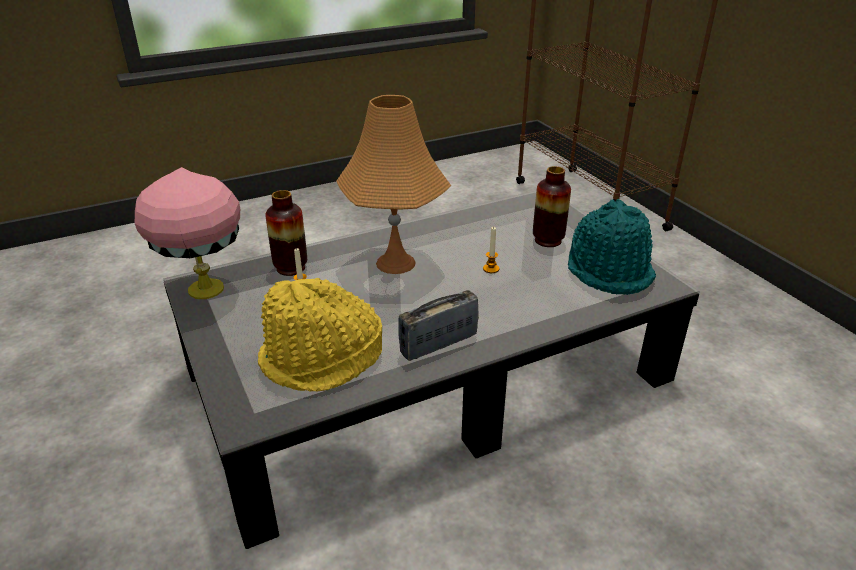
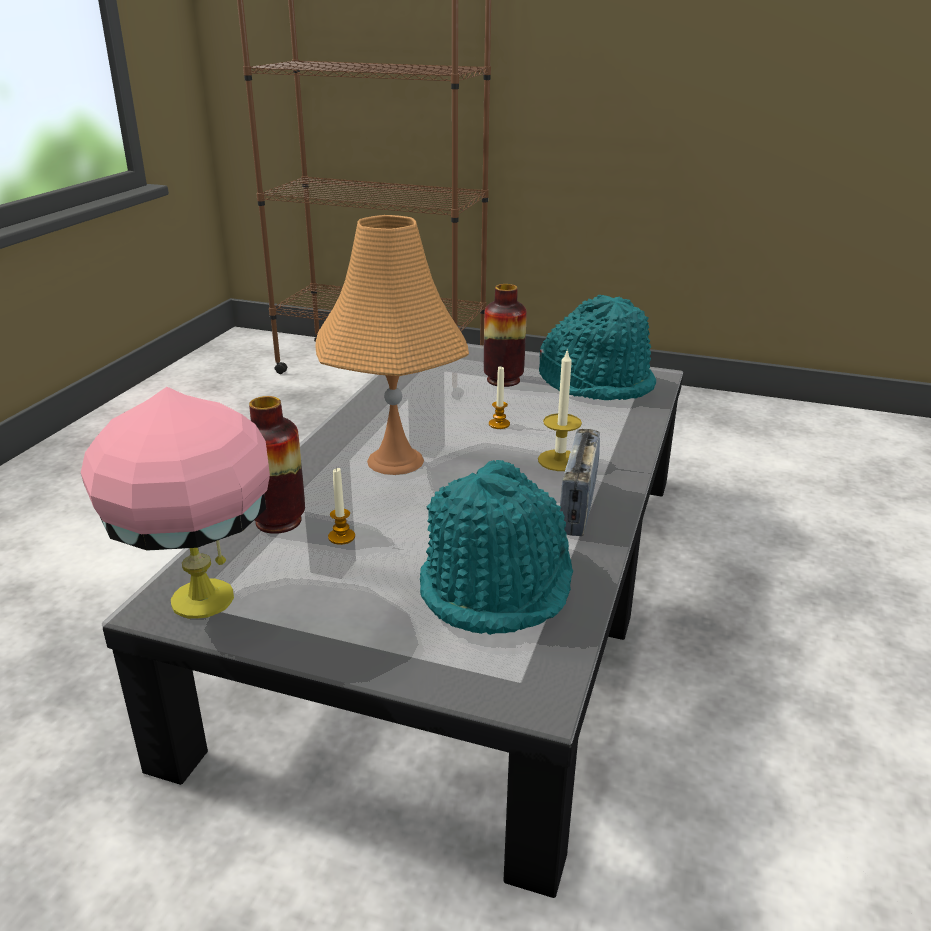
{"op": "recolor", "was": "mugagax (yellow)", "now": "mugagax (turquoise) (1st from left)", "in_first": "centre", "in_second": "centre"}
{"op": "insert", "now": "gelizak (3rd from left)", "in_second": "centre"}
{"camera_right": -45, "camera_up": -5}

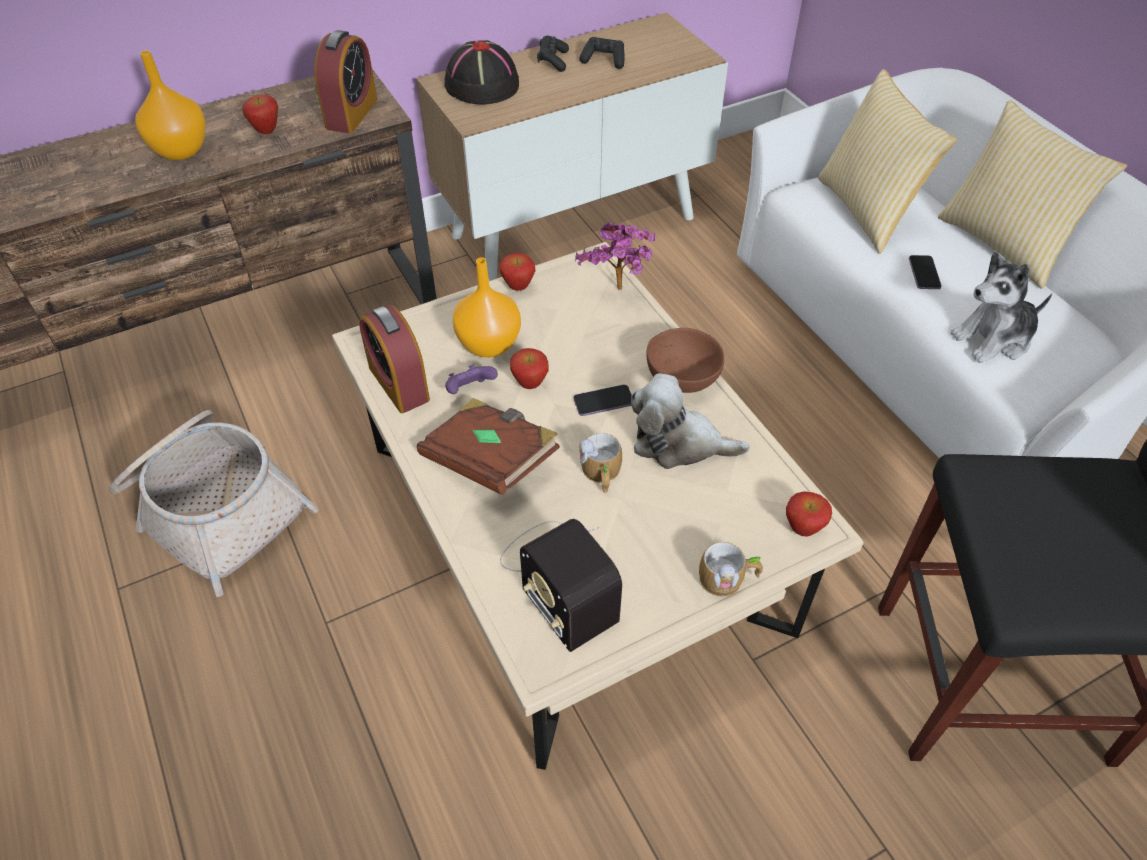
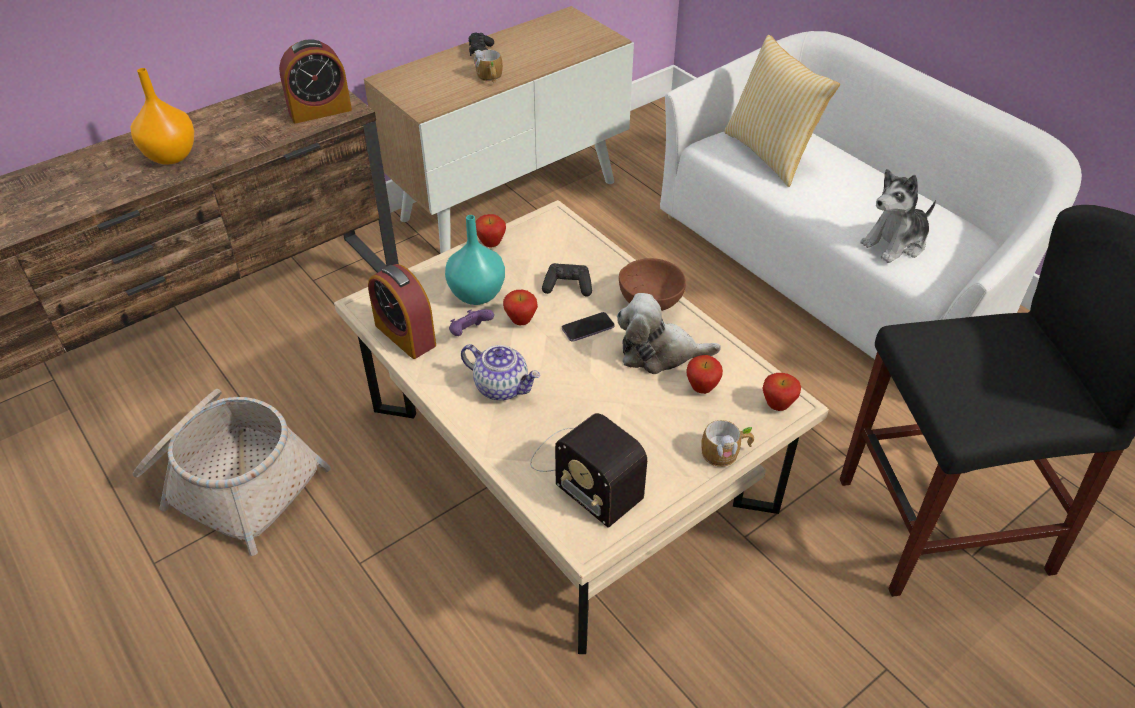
{"op": "rotate", "was": "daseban (1st from left)", "in_first": "top left", "in_second": "top left", "clockwise": 60}
{"op": "recolor", "was": "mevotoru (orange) (2nd from left)", "now": "mevotoru (turquoise)", "in_first": "centre", "in_second": "centre"}
{"op": "replace", "was": "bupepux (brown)", "now": "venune", "in_first": "centre", "in_second": "centre"}
{"op": "move", "was": "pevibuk (1st from left)", "in_first": "centre", "in_second": "top centre"}
{"op": "move", "was": "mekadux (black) (2nd from left)", "in_first": "top centre", "in_second": "centre"}
{"op": "move", "was": "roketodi (1st from left in the first image)", "now": "roketodi (3rd from left)", "in_first": "top left", "in_second": "centre"}
{"op": "delete", "was": "mugagax (black)", "in_first": "top centre"}
{"op": "delete", "was": "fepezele", "in_first": "top centre"}
{"op": "delete", "was": "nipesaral (2nd from left)", "in_first": "top right"}
{"op": "delete", "was": "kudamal (2nd from left)", "in_first": "top right"}
{"camera_right": -10, "camera_up": -5}

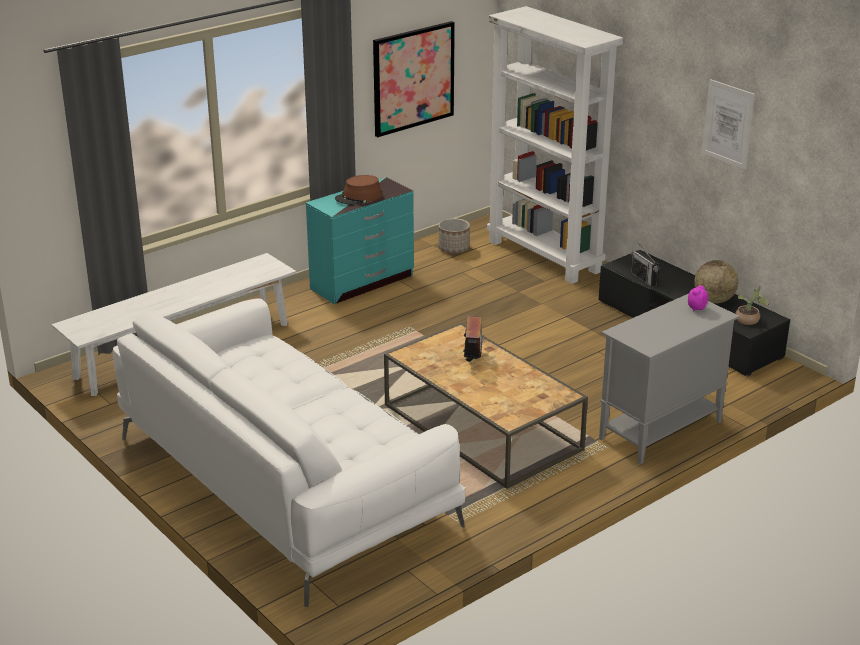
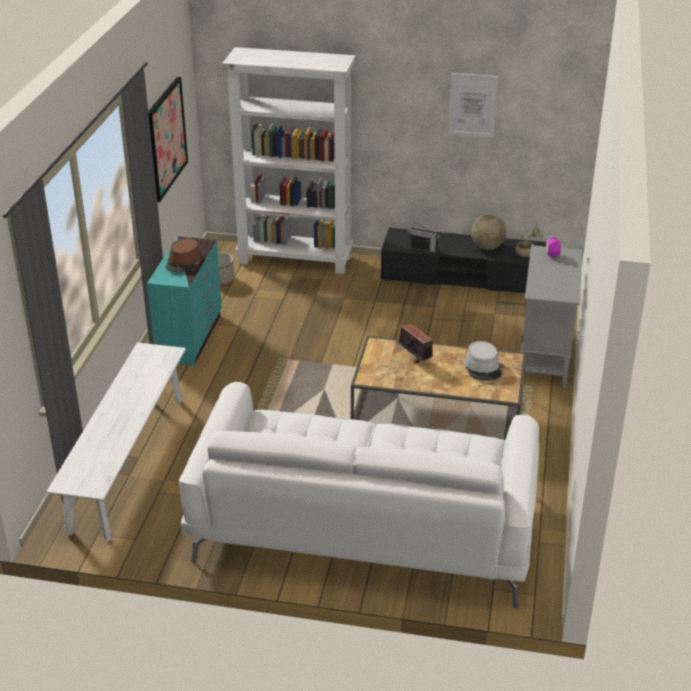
{"op": "insert", "now": "mugagax (grey)", "in_second": "middle right"}
{"camera_right": -40, "camera_up": 5}

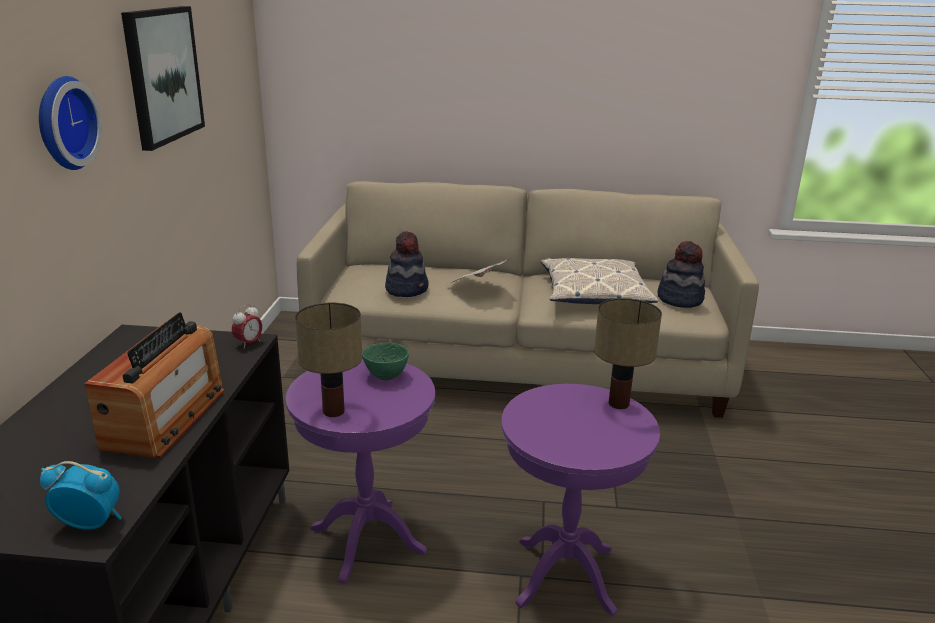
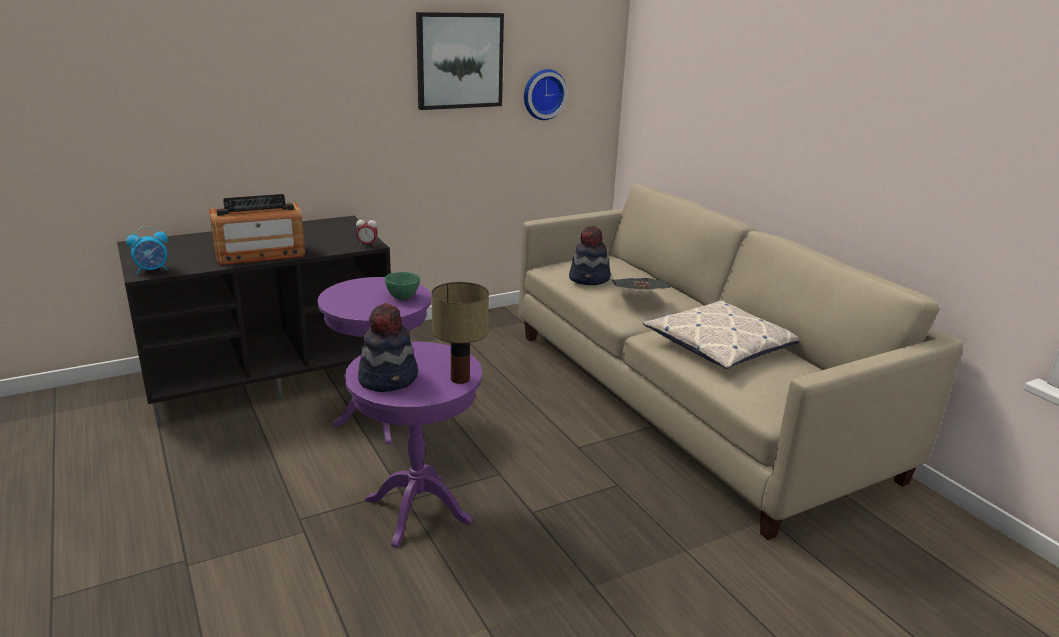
{"op": "rotate", "was": "daseban (1st from left)", "in_first": "bottom left", "in_second": "middle left", "clockwise": 90}
{"op": "move", "was": "mugagax (2nd from left in the first image)", "now": "mugagax (1st from left)", "in_first": "middle right", "in_second": "centre"}
{"op": "move", "was": "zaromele", "in_first": "top left", "in_second": "top centre"}
{"op": "delete", "was": "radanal (1st from left)", "in_first": "centre"}
{"camera_right": 55, "camera_up": 0}

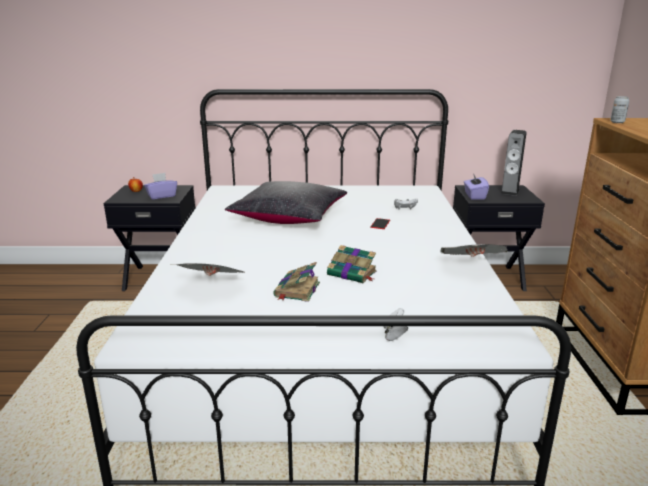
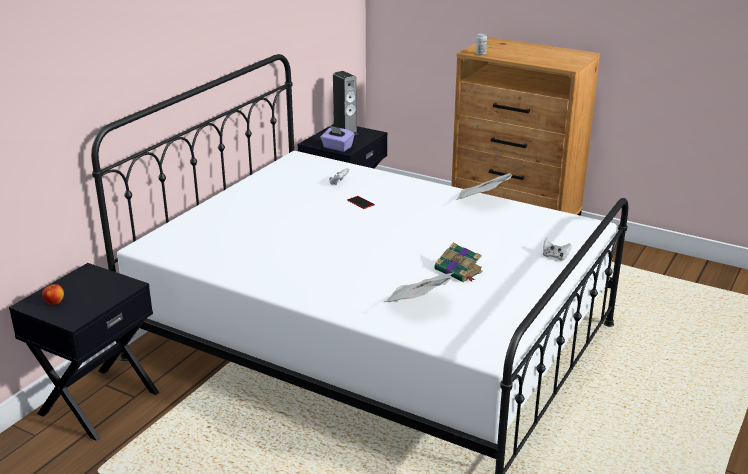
{"op": "delete", "was": "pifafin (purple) (1st from left)", "in_first": "middle left"}
{"op": "delete", "was": "kudamal (black)", "in_first": "centre"}
{"op": "delete", "was": "bupepux (2nd from left)", "in_first": "centre"}
{"camera_right": -60, "camera_up": 5}

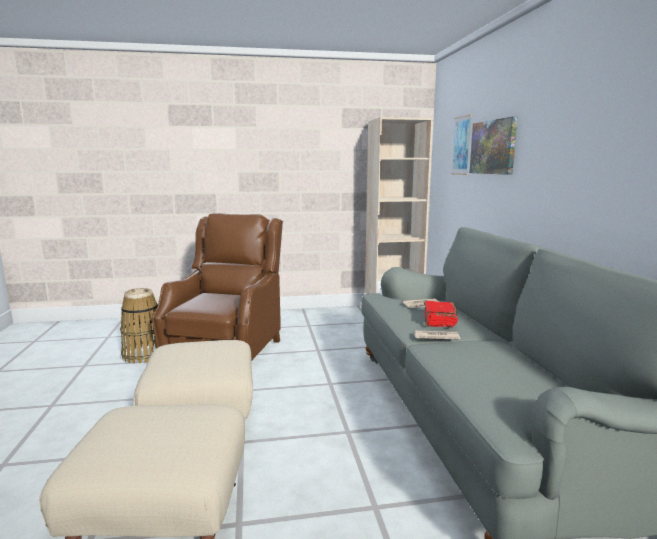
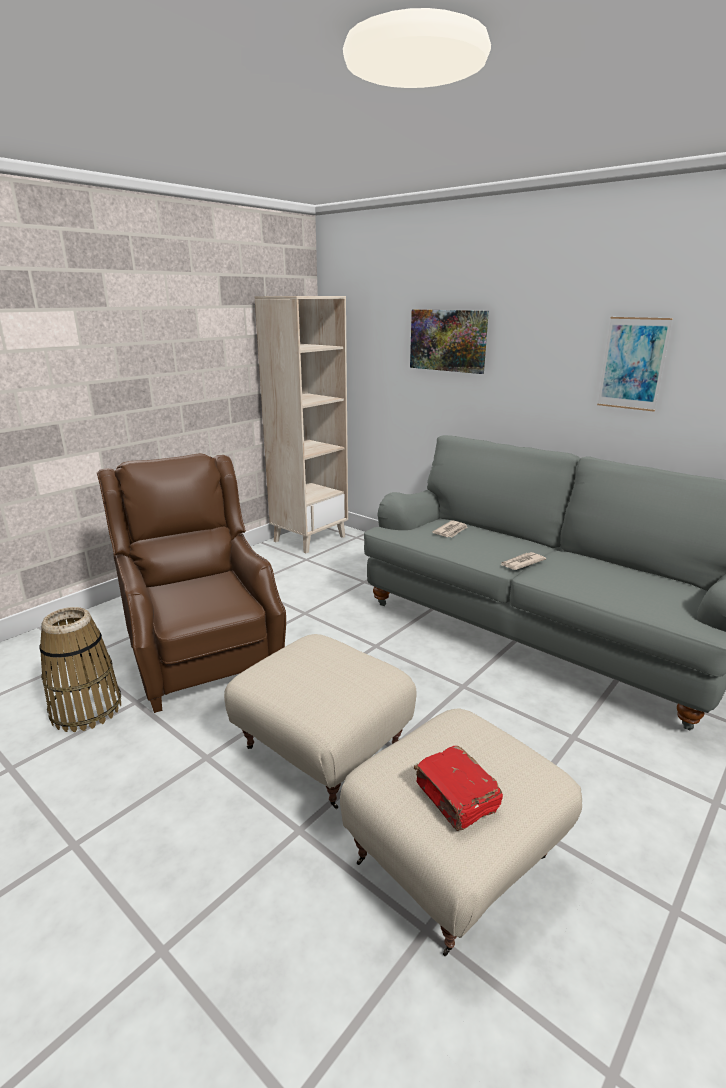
{"op": "move", "was": "bupepux (red)", "in_first": "middle right", "in_second": "bottom centre"}
{"op": "move", "was": "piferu (1st from left in the first image)", "now": "piferu (2nd from left)", "in_first": "top right", "in_second": "middle right"}
{"camera_right": -40, "camera_up": 10}

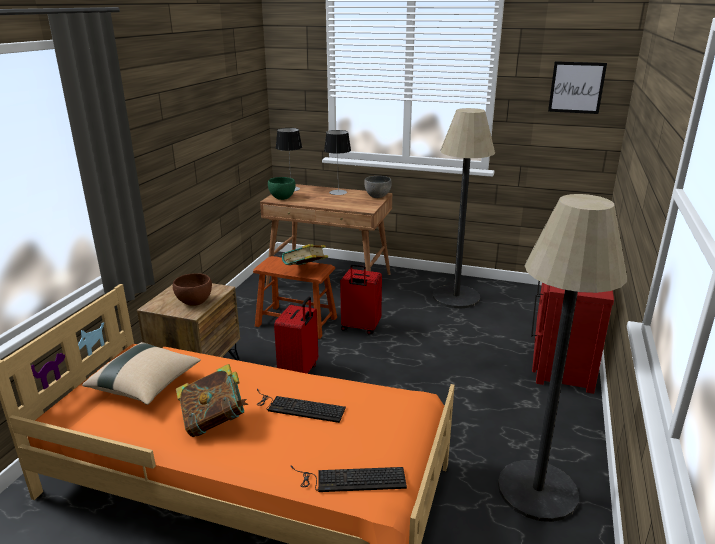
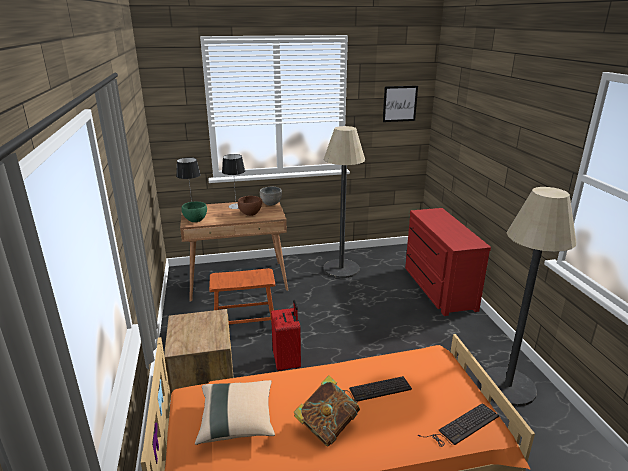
{"op": "move", "was": "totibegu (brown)", "in_first": "middle left", "in_second": "centre"}
{"op": "delete", "was": "bupepux (2nd from left)", "in_first": "centre"}
{"op": "delete", "was": "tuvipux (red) (2nd from left)", "in_first": "centre"}
{"camera_right": -30, "camera_up": 0}

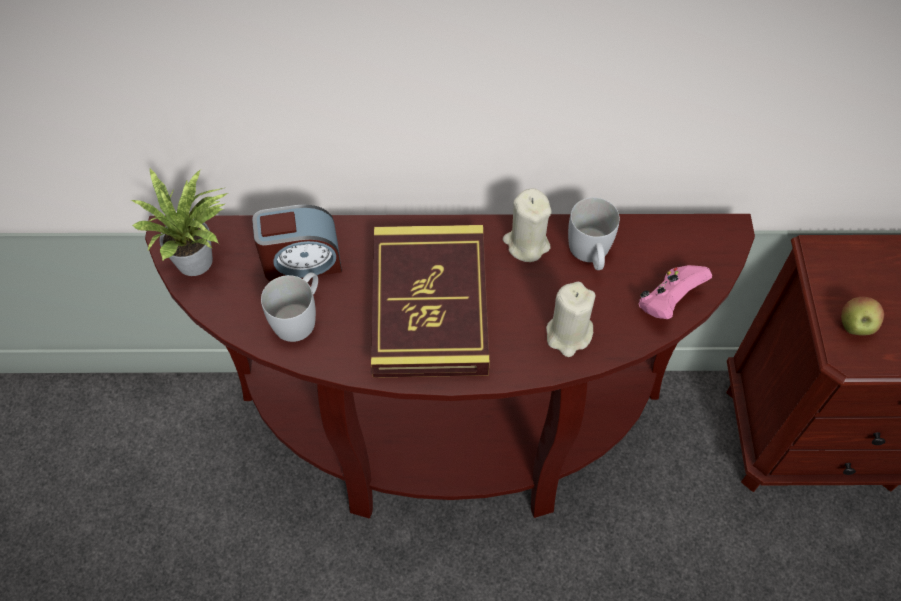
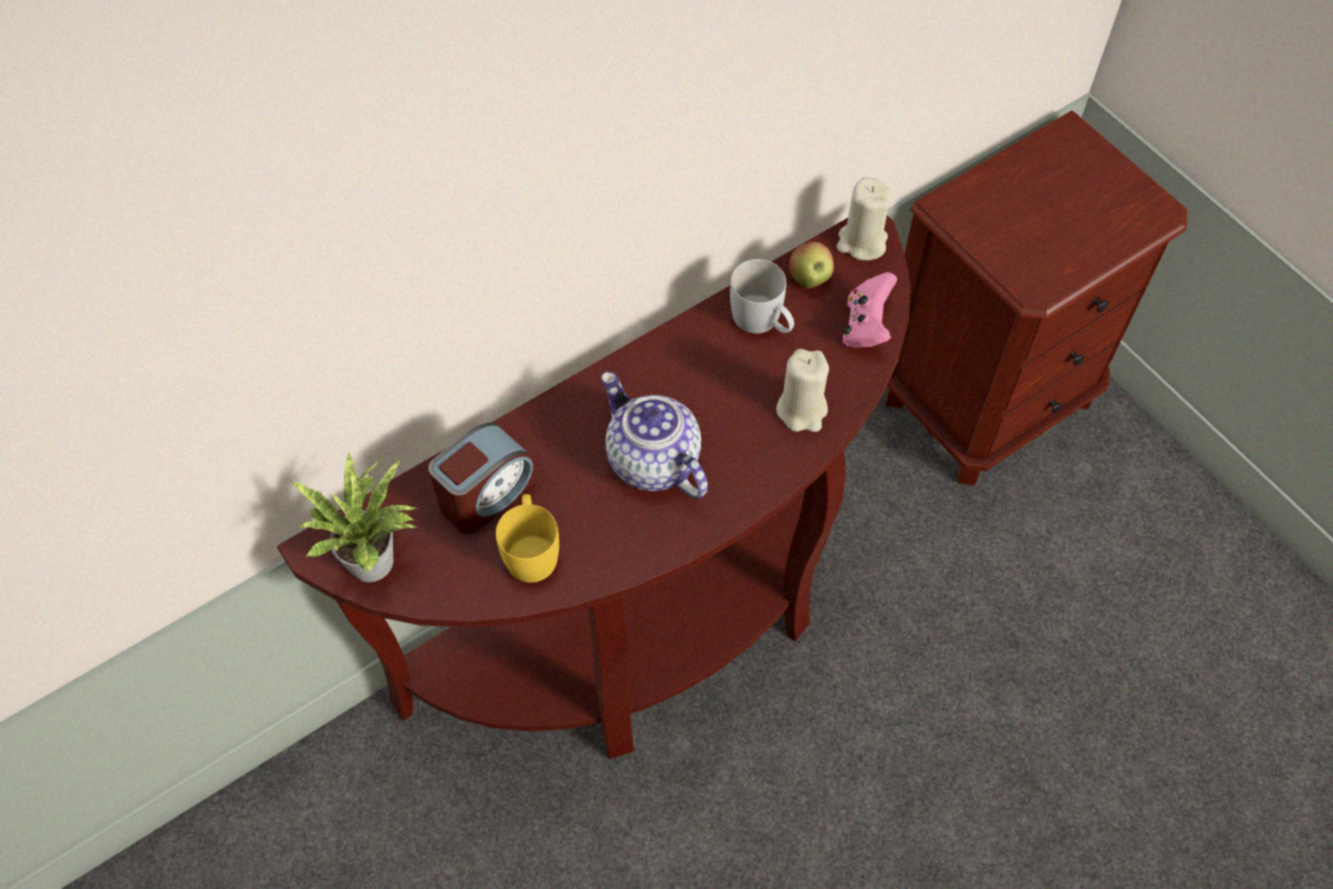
{"op": "recolor", "was": "pevibuk (white) (1st from left)", "now": "pevibuk (yellow)", "in_first": "middle left", "in_second": "centre"}
{"op": "replace", "was": "bupepux", "now": "venune", "in_first": "centre", "in_second": "centre"}
{"op": "move", "was": "roketodi", "in_first": "middle right", "in_second": "top centre"}
{"op": "move", "was": "gelizak (beige) (1st from left in the first image)", "now": "gelizak (beige) (2nd from left)", "in_first": "centre", "in_second": "top centre"}
{"camera_right": -35, "camera_up": 0}

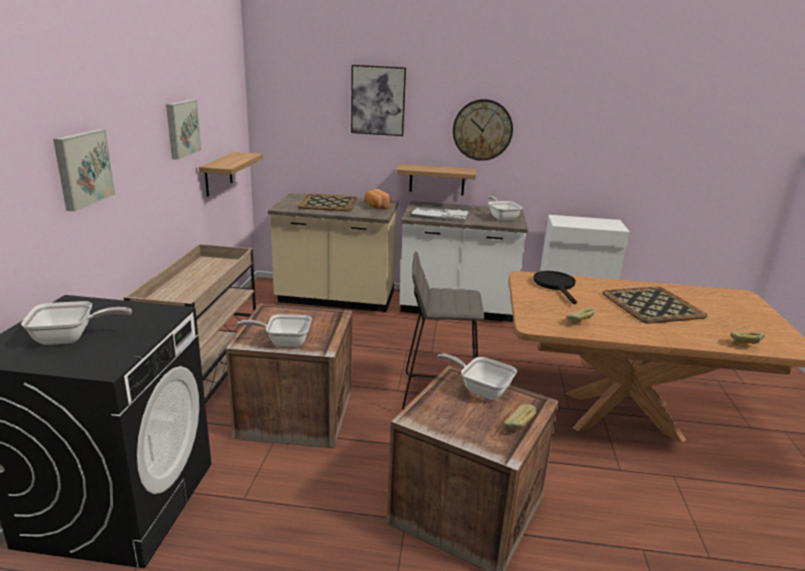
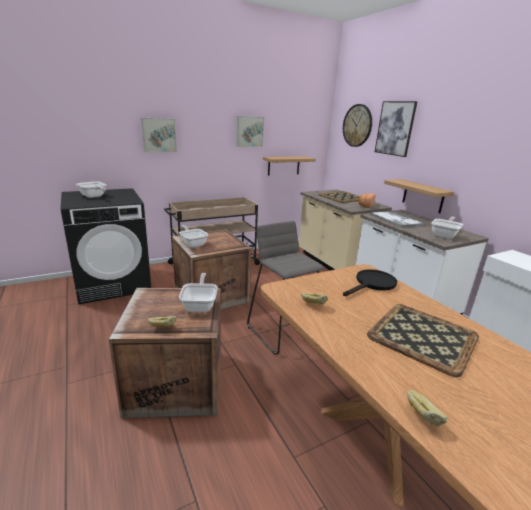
{"op": "move", "was": "zaromele", "in_first": "top centre", "in_second": "top right"}
{"camera_right": 55, "camera_up": 0}

